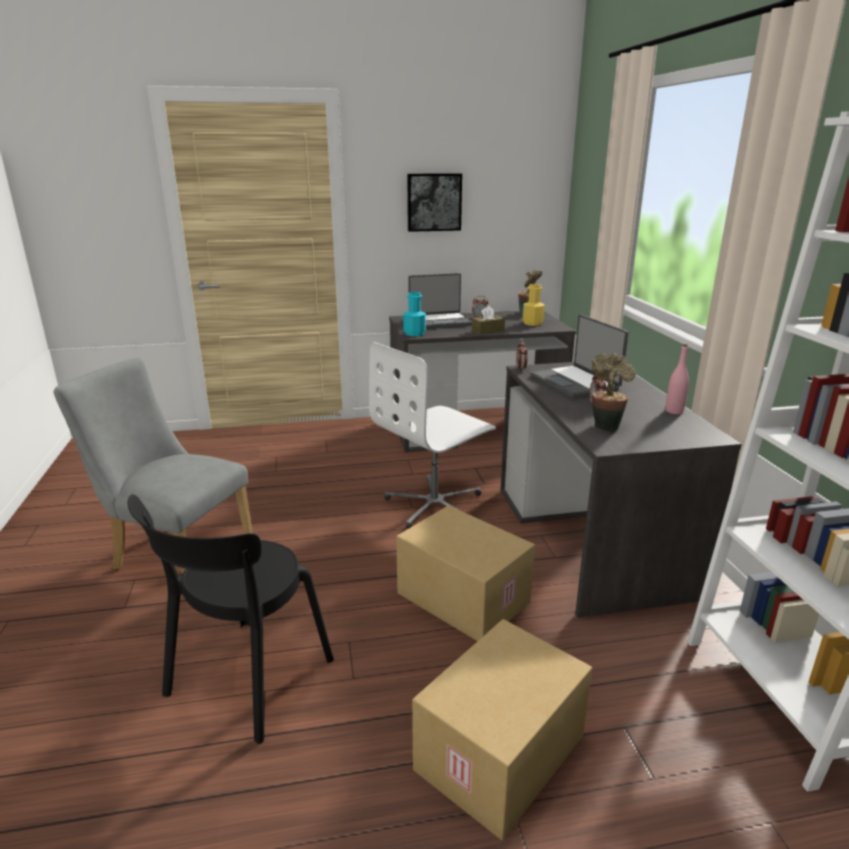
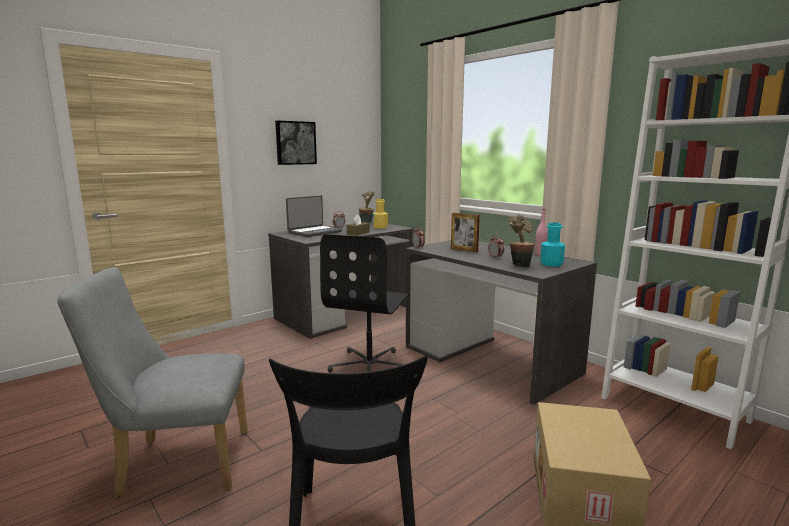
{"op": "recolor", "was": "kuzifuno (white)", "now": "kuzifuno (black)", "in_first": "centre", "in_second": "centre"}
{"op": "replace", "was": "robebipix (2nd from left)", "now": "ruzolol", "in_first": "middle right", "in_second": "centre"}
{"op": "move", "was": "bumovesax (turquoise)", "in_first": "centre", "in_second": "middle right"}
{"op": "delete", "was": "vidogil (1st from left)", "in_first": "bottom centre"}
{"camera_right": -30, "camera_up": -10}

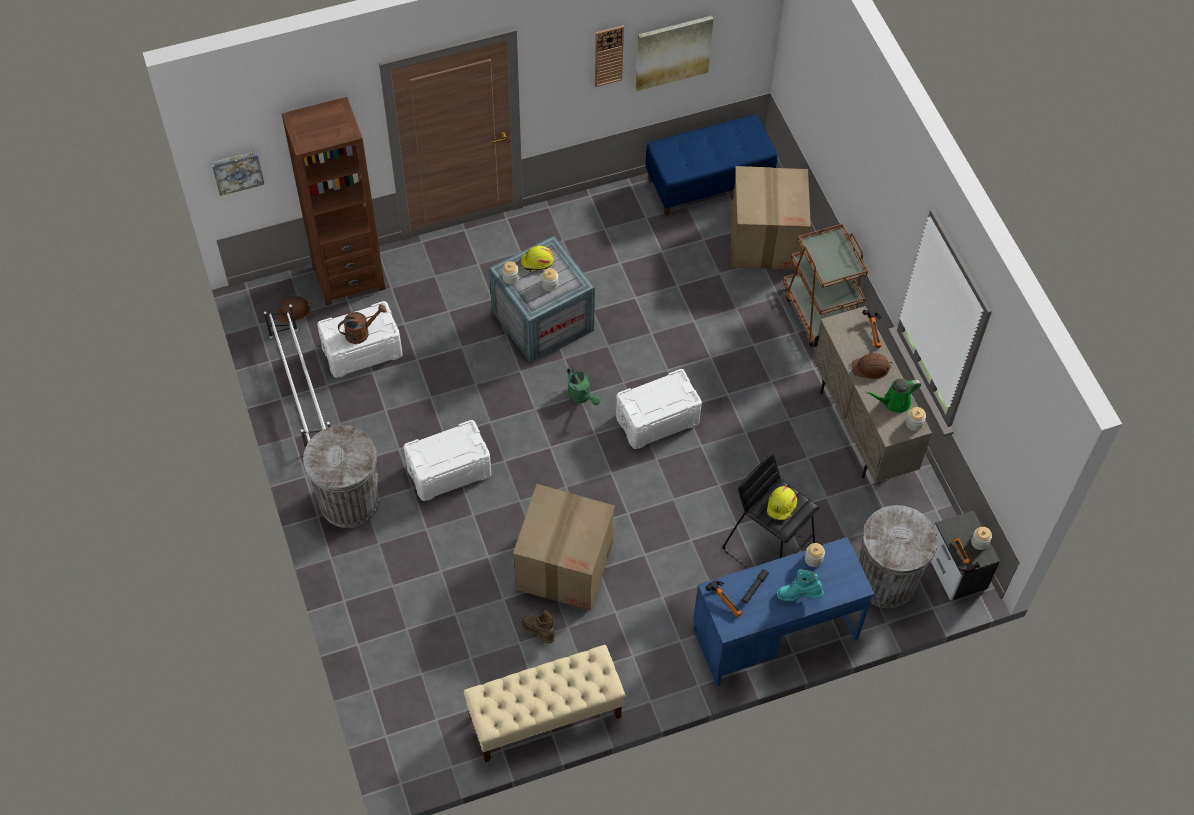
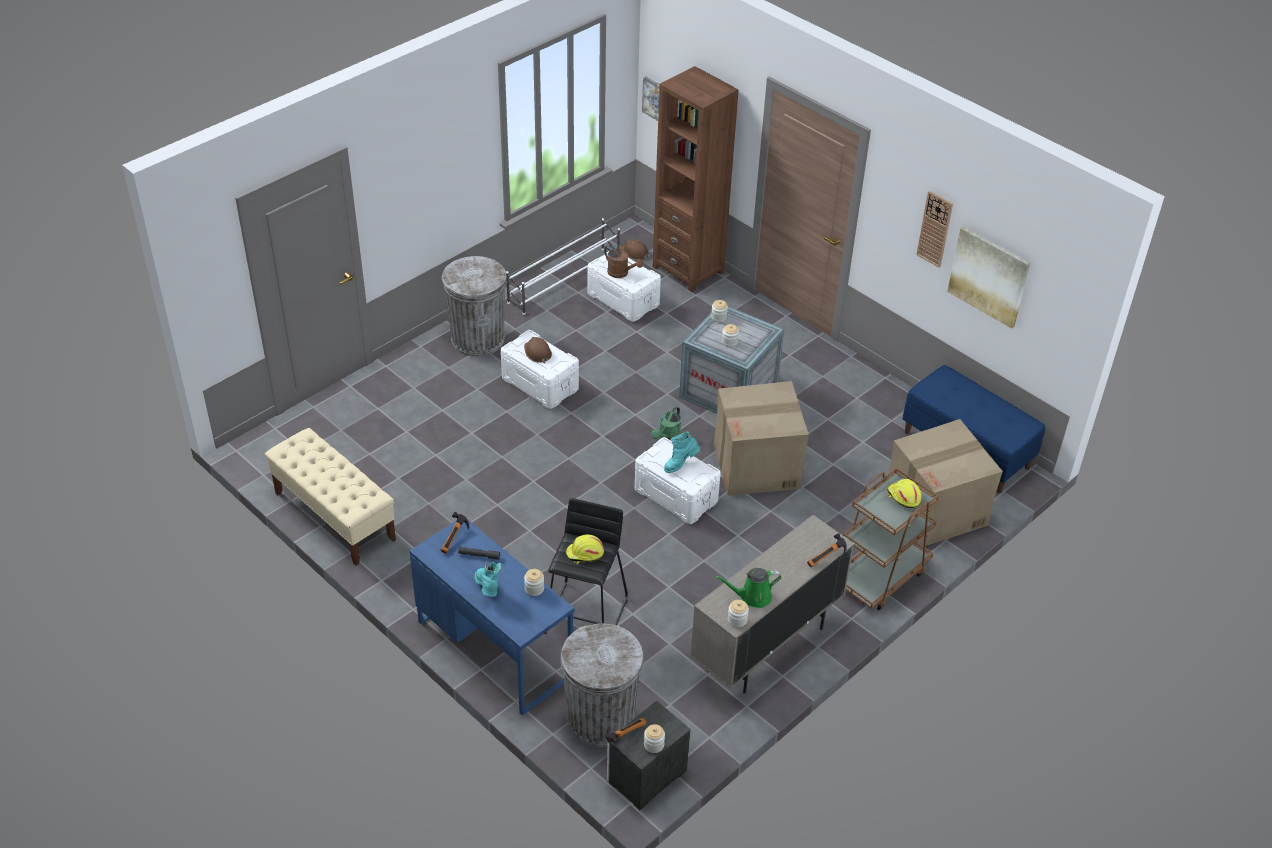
{"op": "move", "was": "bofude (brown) (2nd from left in the first image)", "now": "bofude (brown) (1st from left)", "in_first": "middle right", "in_second": "centre"}
{"op": "insert", "now": "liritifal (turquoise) (2nd from left)", "in_second": "centre"}
{"op": "move", "was": "vidogil (1st from left)", "in_first": "bottom centre", "in_second": "centre"}
{"op": "rotate", "was": "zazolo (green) (2nd from left)", "in_first": "middle right", "in_second": "bottom centre", "clockwise": -60}
{"op": "move", "was": "bofude (yellow) (1st from left in the first image)", "now": "bofude (yellow) (2nd from left)", "in_first": "top centre", "in_second": "middle right"}
{"op": "delete", "was": "liritifal (brown)", "in_first": "bottom centre"}
{"camera_right": 65, "camera_up": -15}

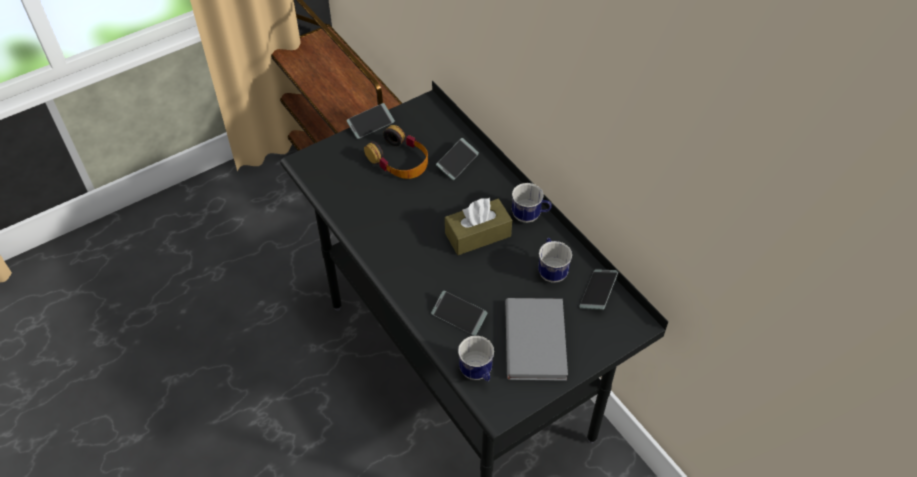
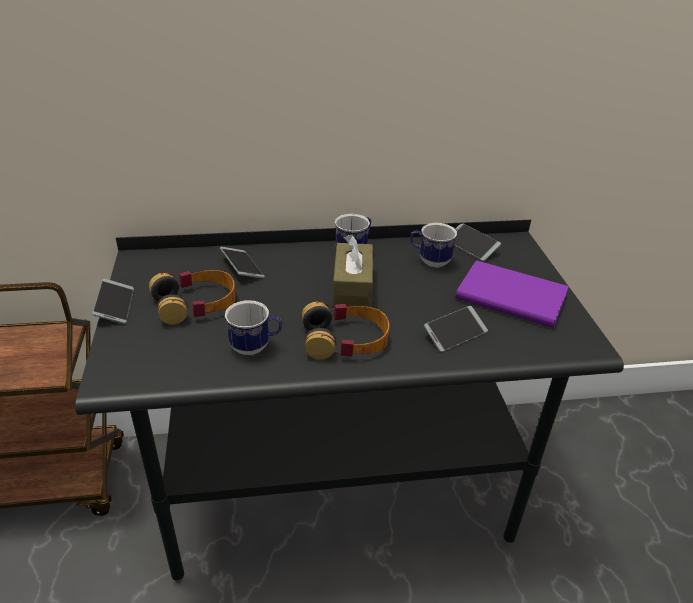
{"op": "move", "was": "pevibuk (1st from left)", "in_first": "bottom centre", "in_second": "centre"}
{"op": "insert", "now": "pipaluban (2nd from left)", "in_second": "centre"}
{"op": "recolor", "was": "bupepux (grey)", "now": "bupepux (purple)", "in_first": "bottom centre", "in_second": "middle right"}
{"camera_right": -65, "camera_up": -15}

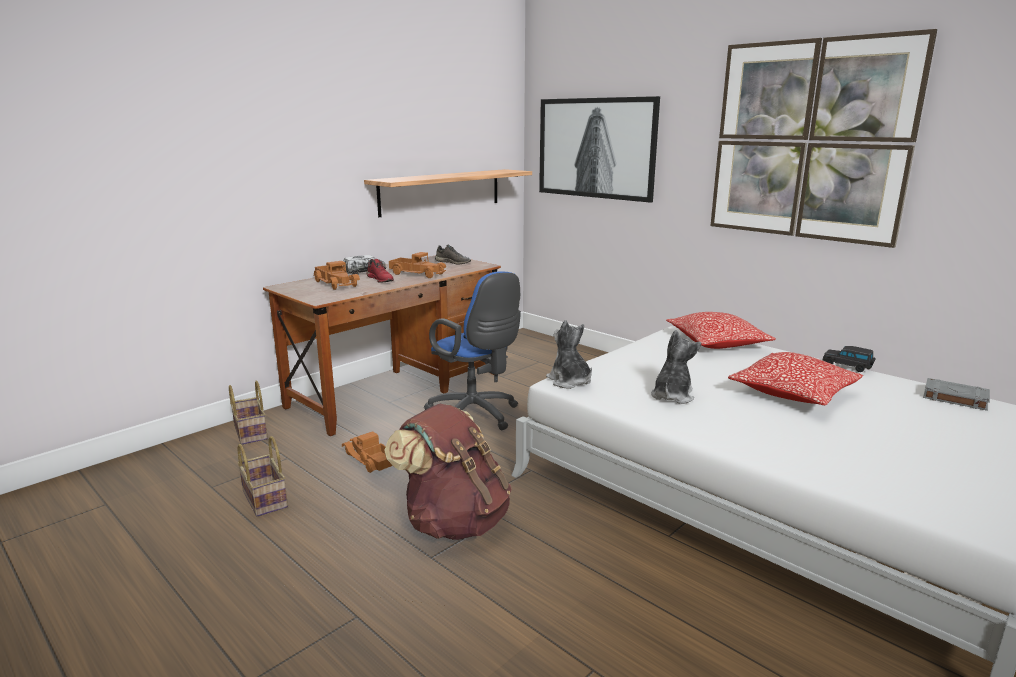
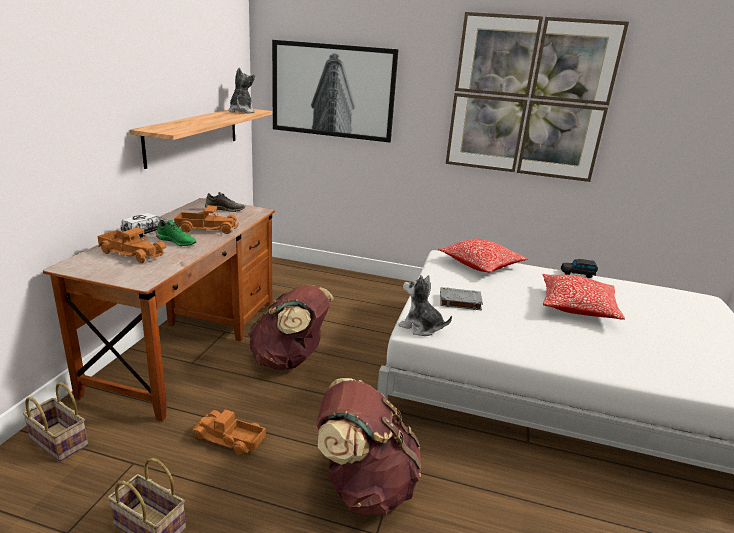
{"op": "recolor", "was": "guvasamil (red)", "now": "guvasamil (green)", "in_first": "centre", "in_second": "middle left"}
{"op": "move", "was": "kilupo (2nd from left in the first image)", "now": "kilupo (1st from left)", "in_first": "centre", "in_second": "top left"}
{"op": "replace", "was": "kuzifuno (blue)", "now": "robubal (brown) (1st from left)", "in_first": "centre", "in_second": "centre"}
{"op": "move", "was": "bupepux (grey)", "in_first": "middle right", "in_second": "centre"}
{"camera_right": -30, "camera_up": 5}

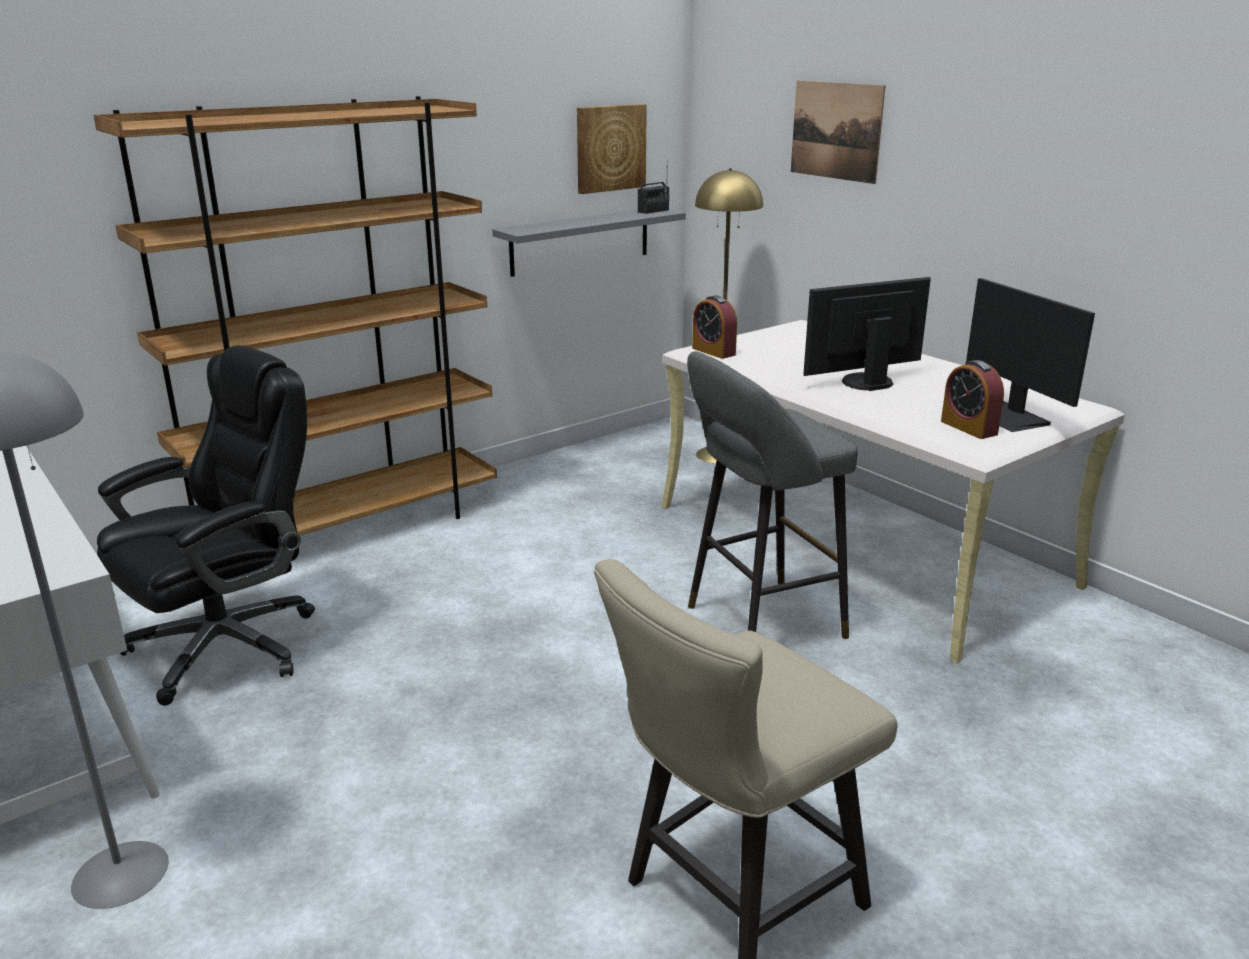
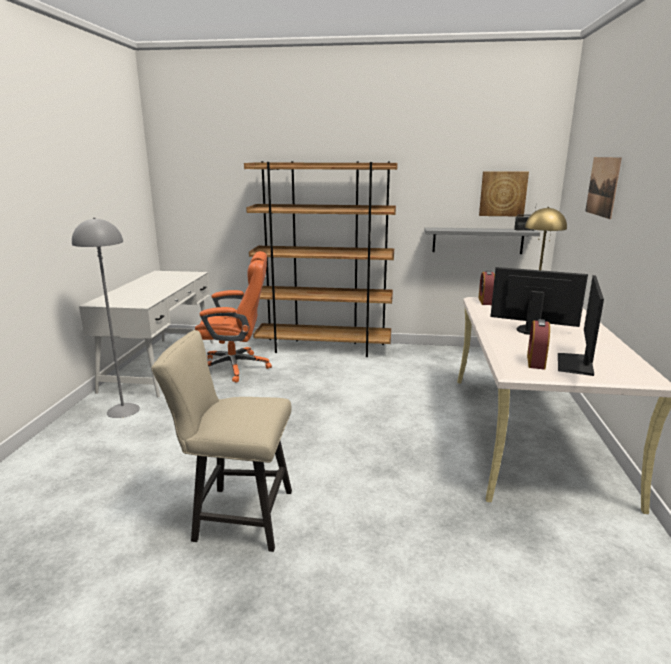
{"op": "recolor", "was": "kuzifuno (black)", "now": "kuzifuno (orange)", "in_first": "middle left", "in_second": "centre"}
{"op": "delete", "was": "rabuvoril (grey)", "in_first": "centre"}
{"camera_right": 45, "camera_up": -5}

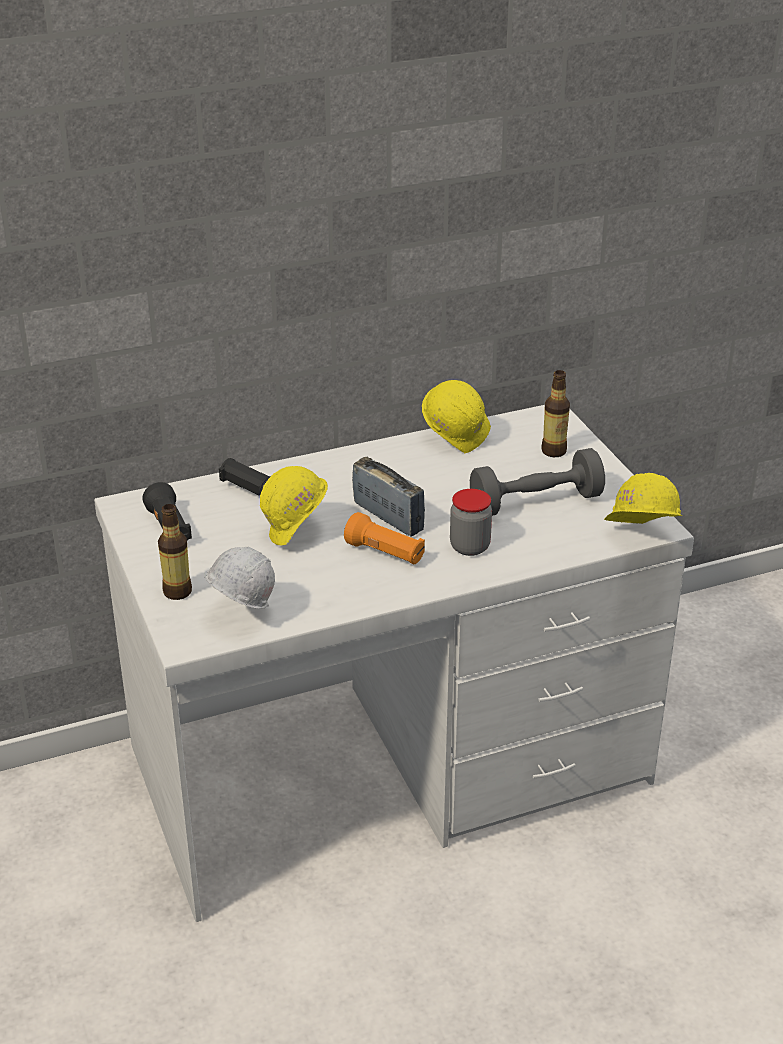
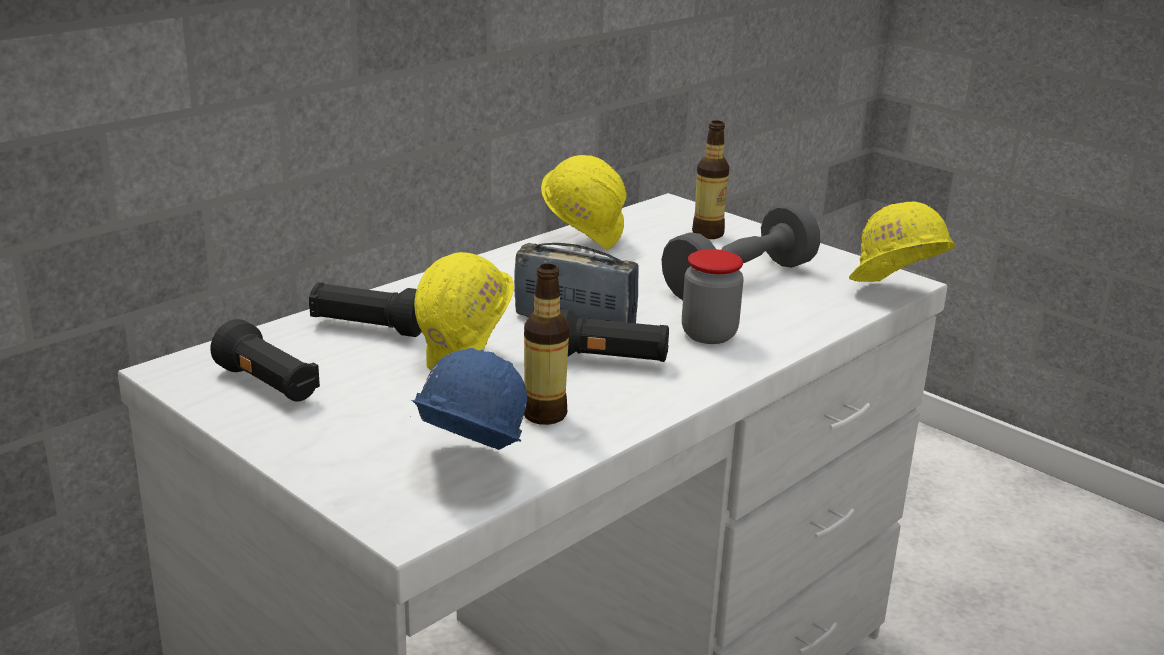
{"op": "recolor", "was": "bofude (white)", "now": "bofude (blue)", "in_first": "middle left", "in_second": "centre"}
{"op": "move", "was": "bumovesax (1st from left)", "in_first": "middle left", "in_second": "centre"}
{"op": "recolor", "was": "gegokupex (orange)", "now": "gegokupex (black) (3rd from left)", "in_first": "centre", "in_second": "centre"}
{"camera_right": -25, "camera_up": -10}

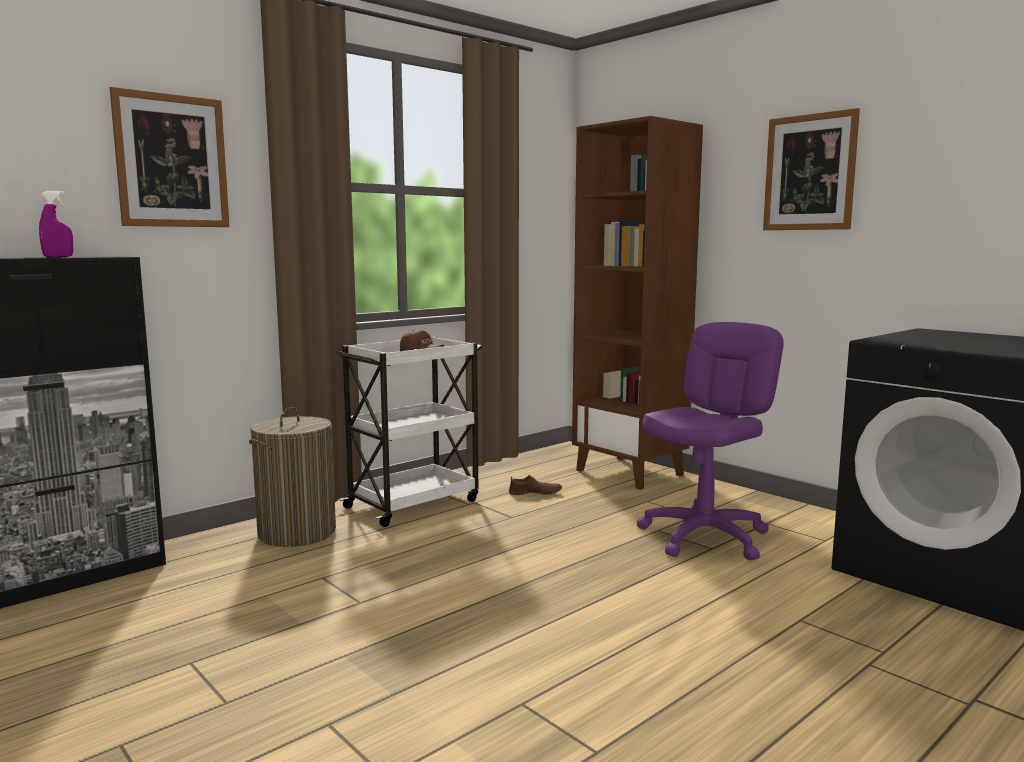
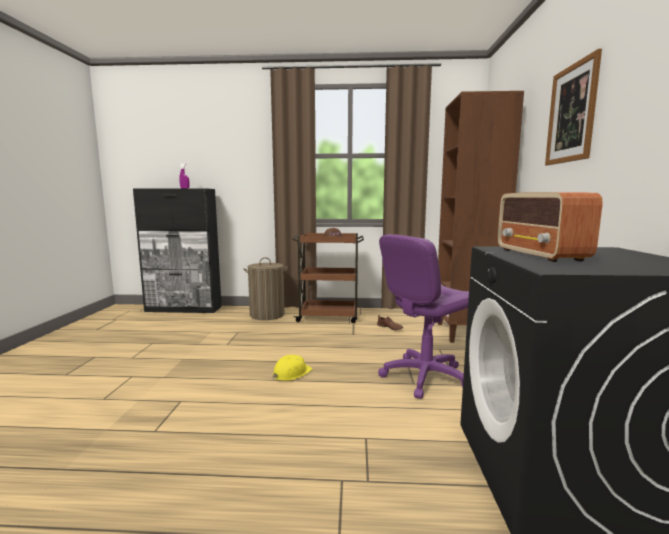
{"op": "insert", "now": "bofude (yellow)", "in_second": "bottom centre"}
{"op": "recolor", "was": "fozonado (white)", "now": "fozonado (brown)", "in_first": "centre", "in_second": "centre"}
{"op": "rotate", "was": "kuzifuno (purple)", "in_first": "middle right", "in_second": "centre", "clockwise": 150}
{"op": "insert", "now": "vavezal", "in_second": "middle right"}
{"op": "delete", "was": "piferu (1st from left)", "in_first": "top left"}
{"camera_right": 45, "camera_up": 0}

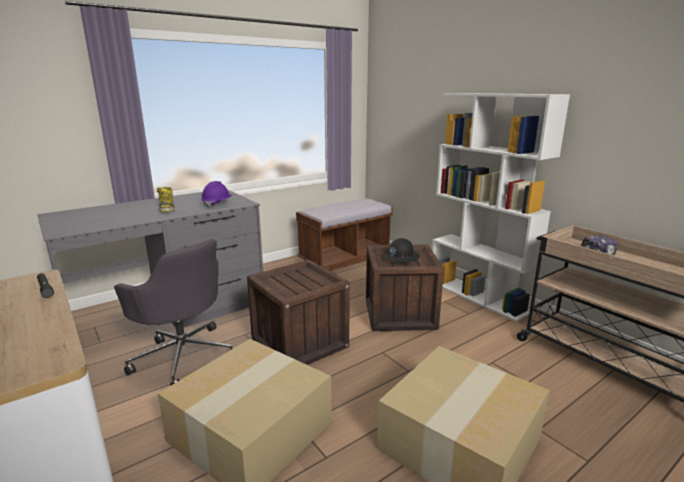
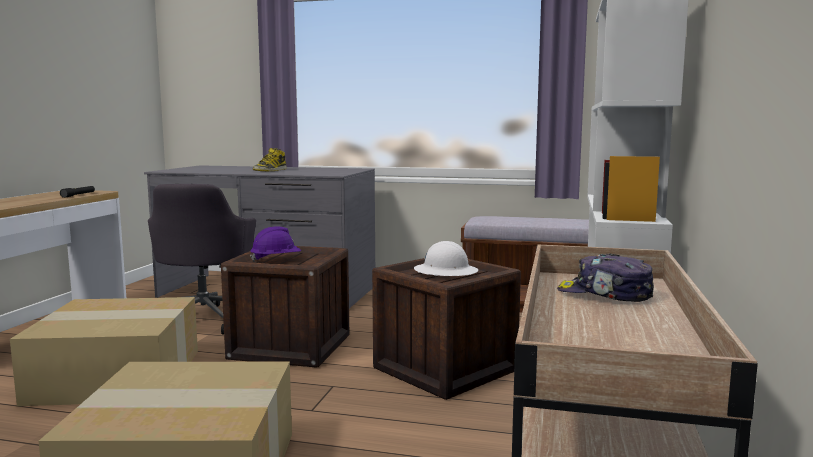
{"op": "move", "was": "bofude (purple)", "in_first": "middle left", "in_second": "centre"}
{"op": "recolor", "was": "bofude (black)", "now": "bofude (white)", "in_first": "centre", "in_second": "centre"}
{"camera_right": 50, "camera_up": -10}

